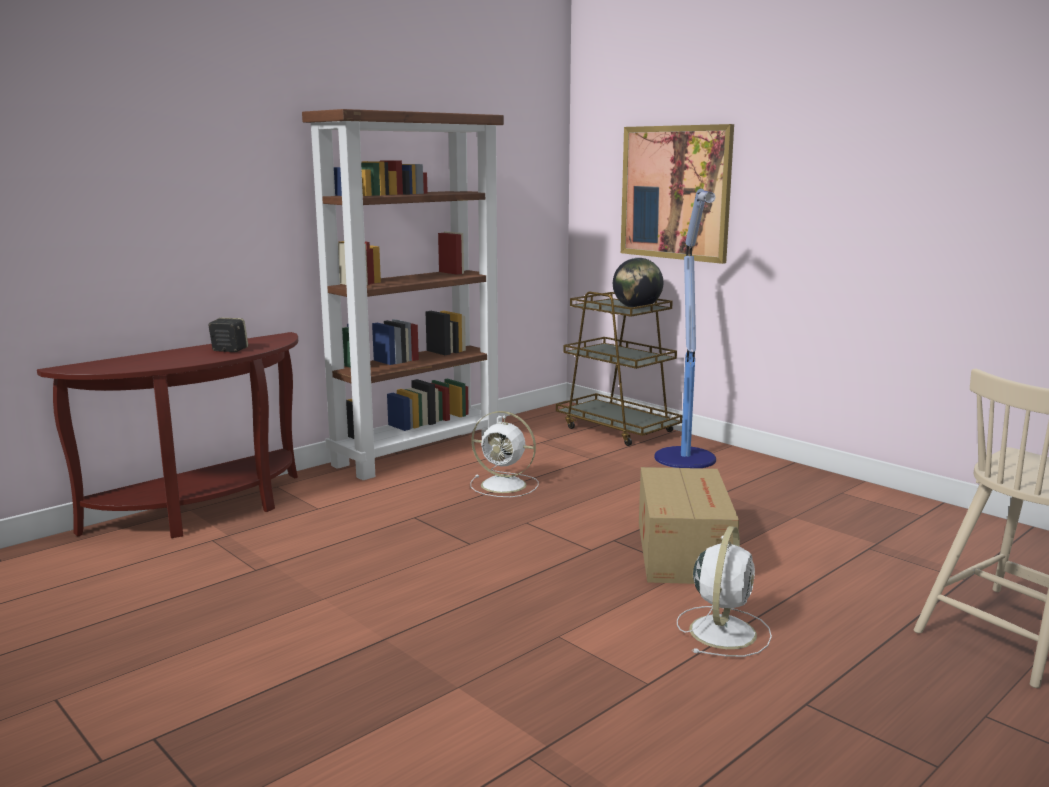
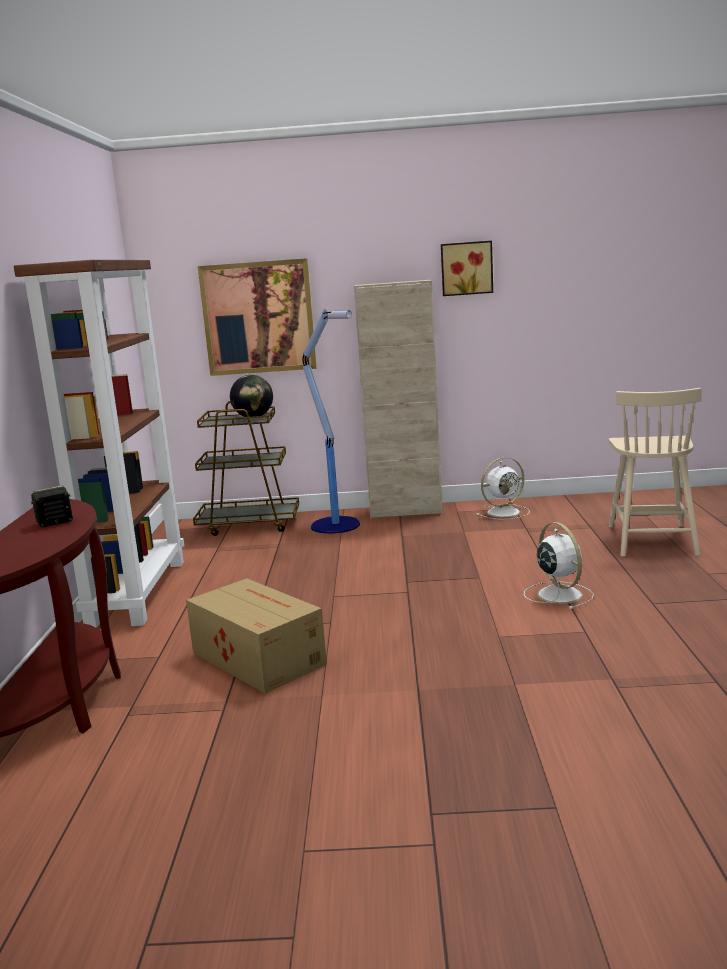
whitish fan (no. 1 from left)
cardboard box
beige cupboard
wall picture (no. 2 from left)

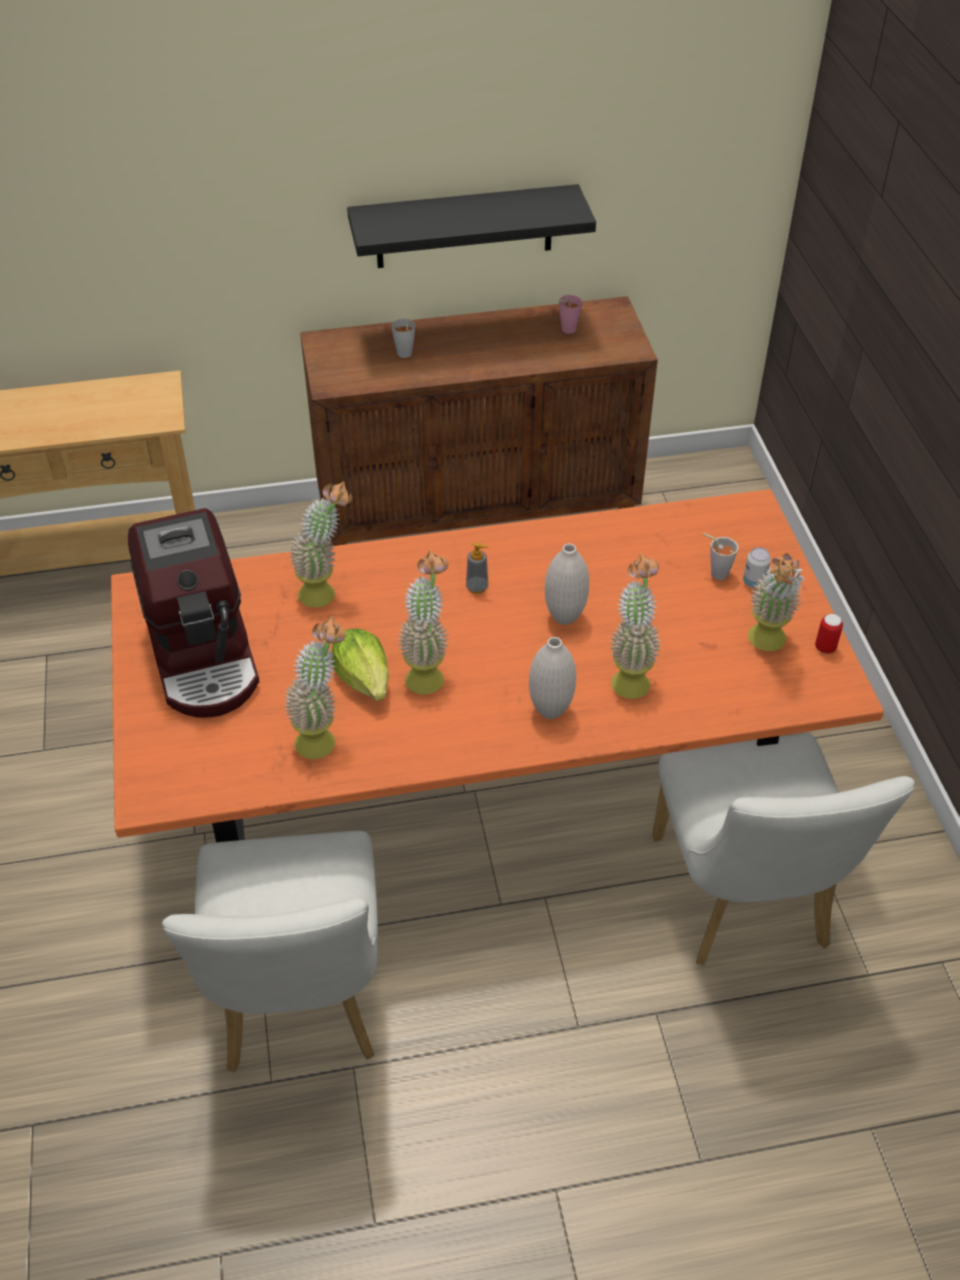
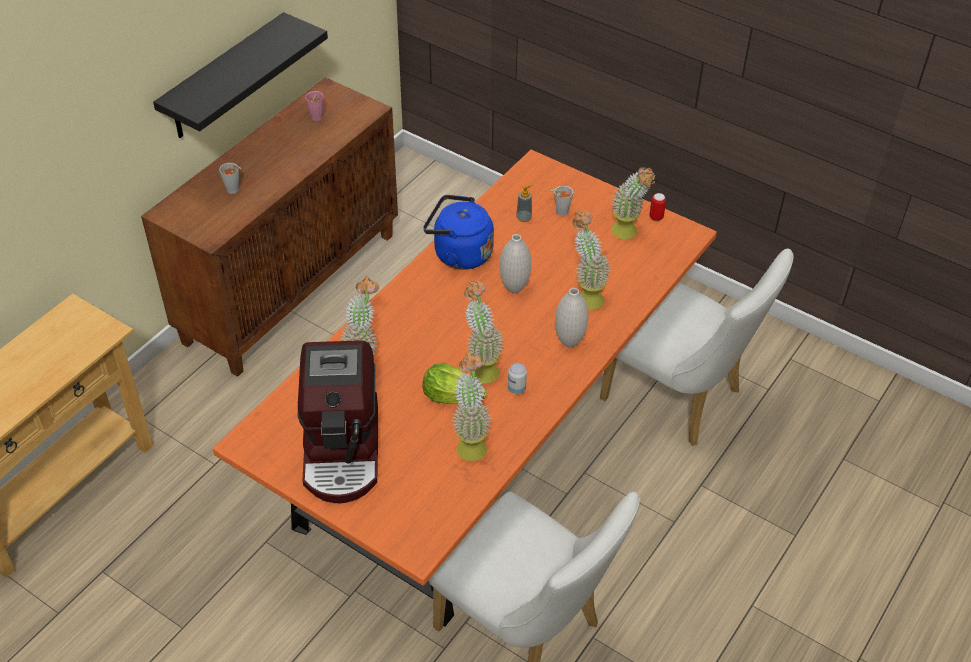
coffee brewer
soap dispenser
metal can (no. 1 from left)
blue-coloured kettle

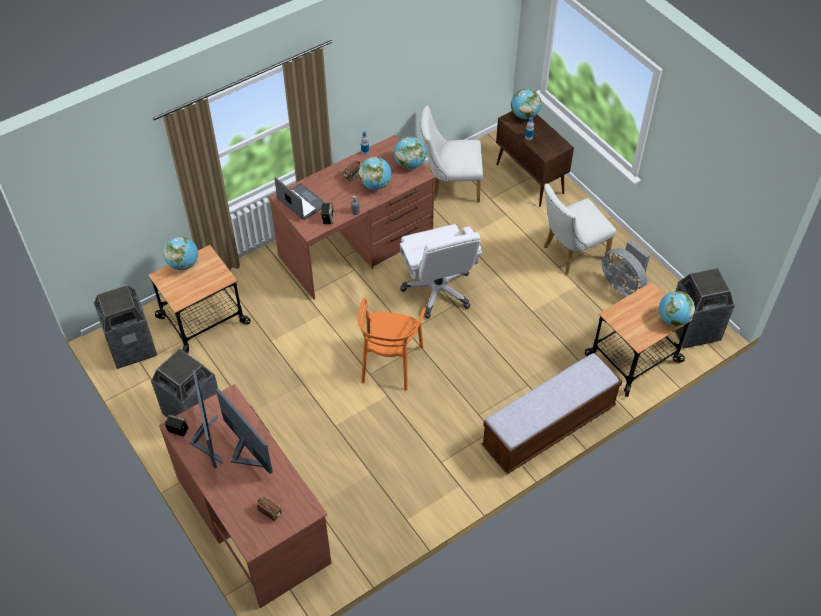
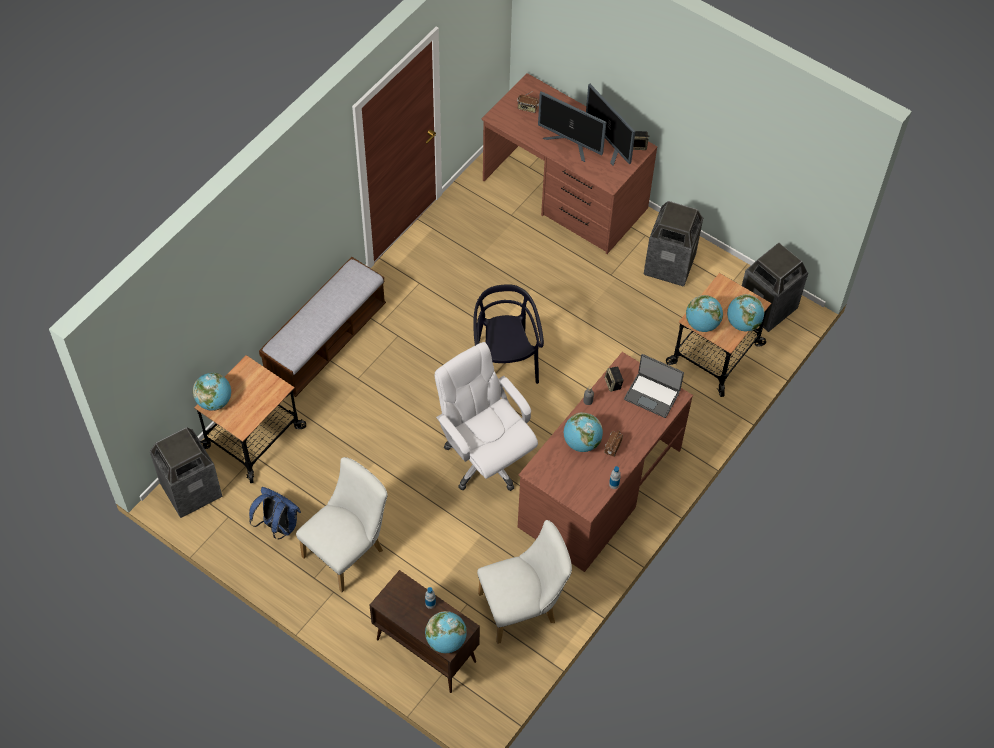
black-coloured upright chair
world globe (no. 4 from left)
blue-coloured knapsack

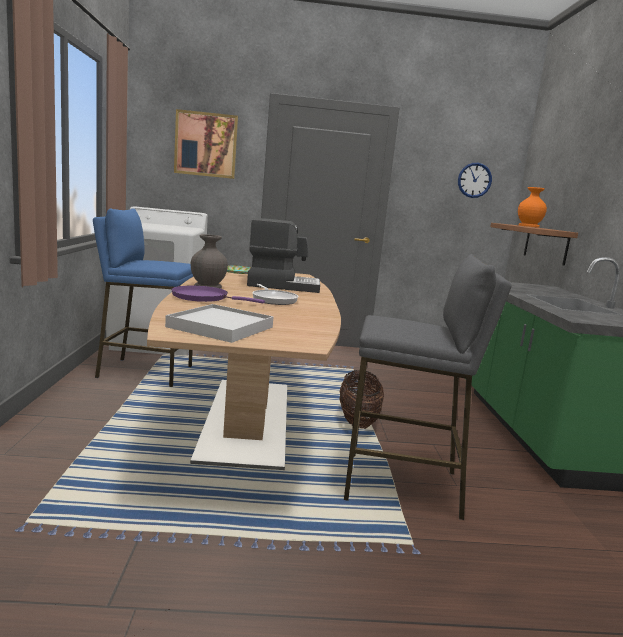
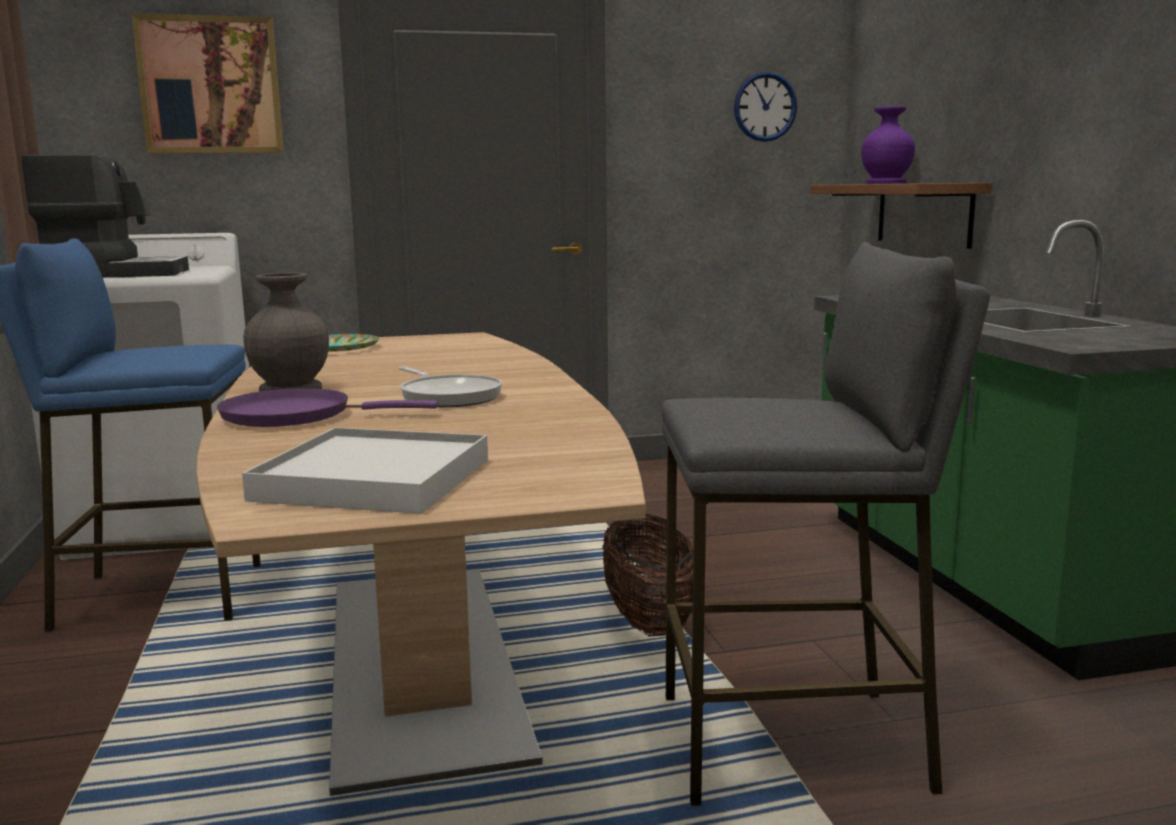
coffee brewer
purple decorative vase

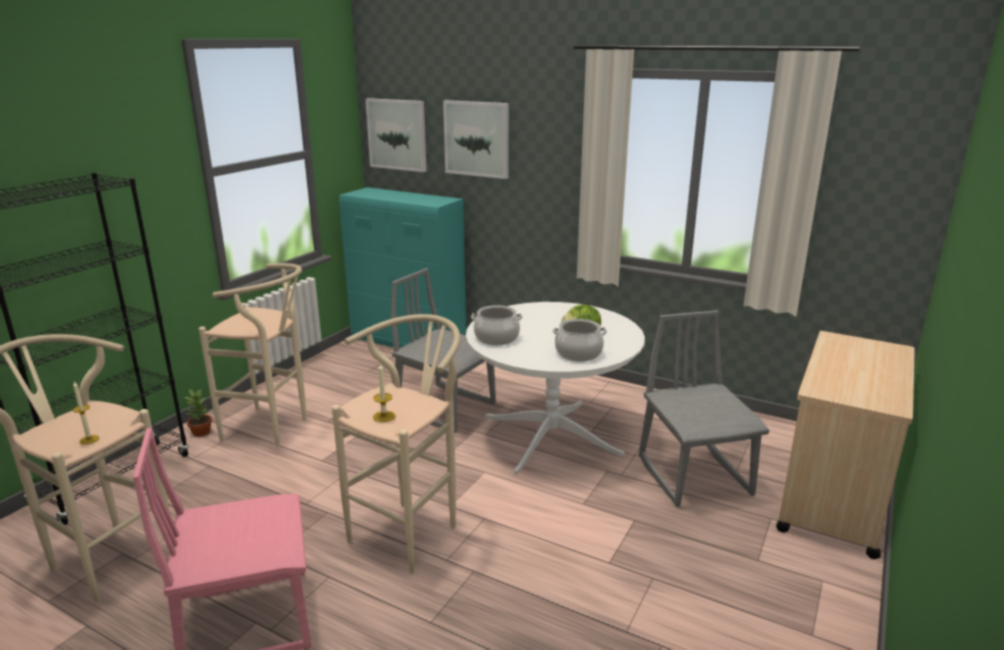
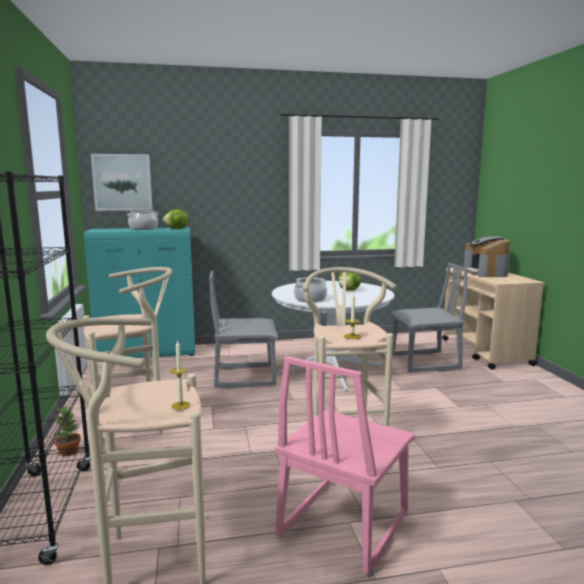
wall picture (no. 2 from left in the first image)
saucepot (no. 1 from left)
grey upright chair (no. 2 from left)
lettuce head (no. 1 from left)
coffee brewer

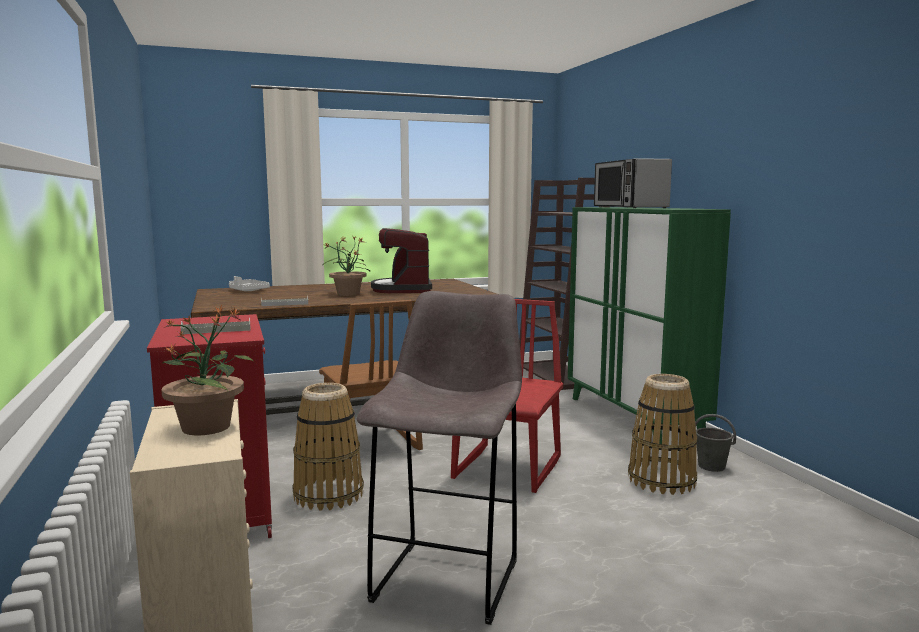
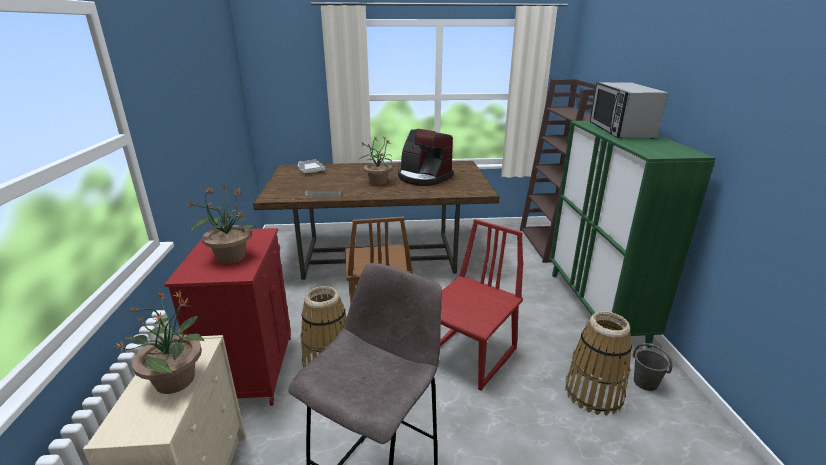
plant in a pot (no. 2 from left)
coffee brewer

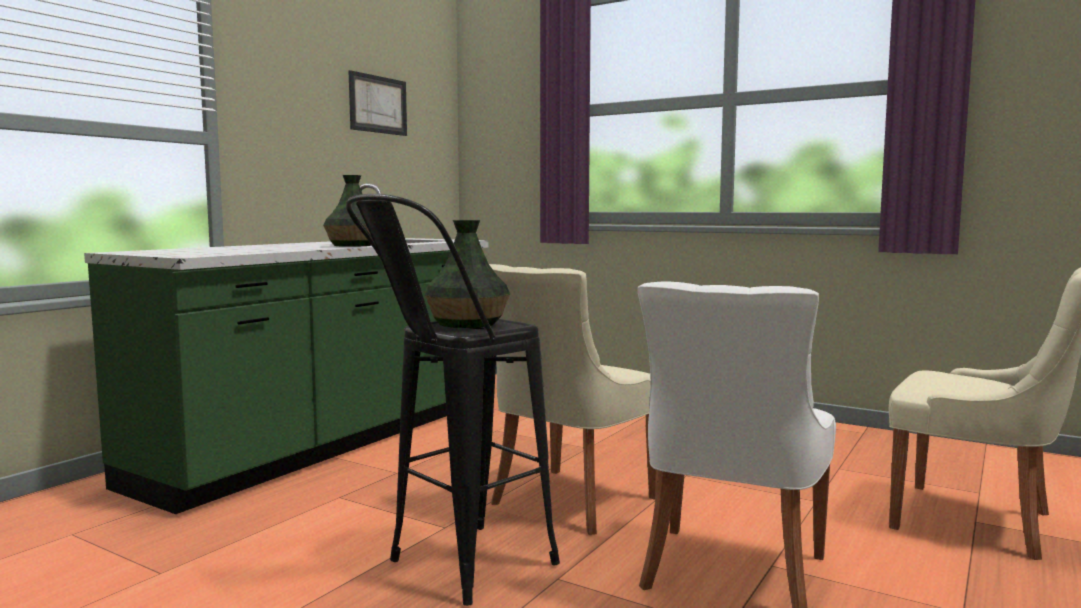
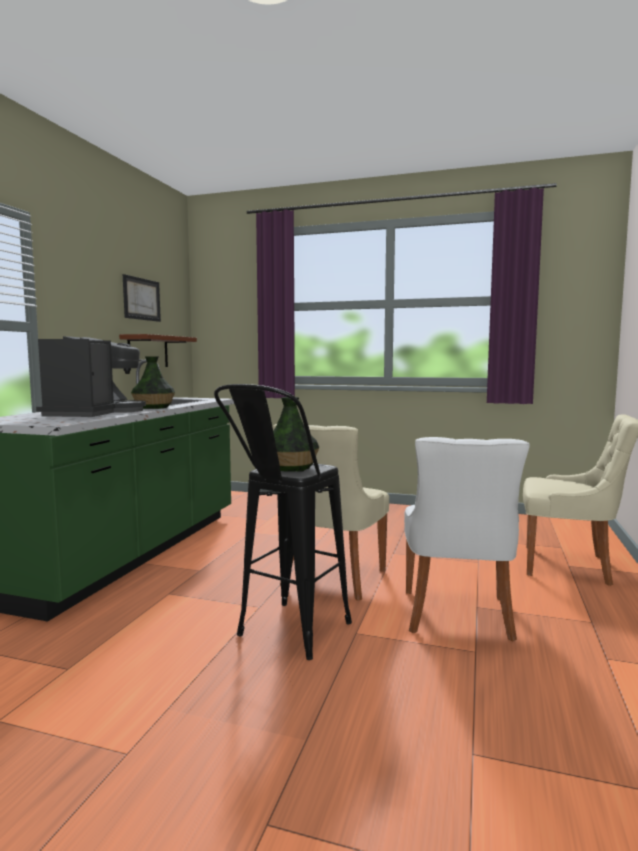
coffee brewer
brown bracket shelf

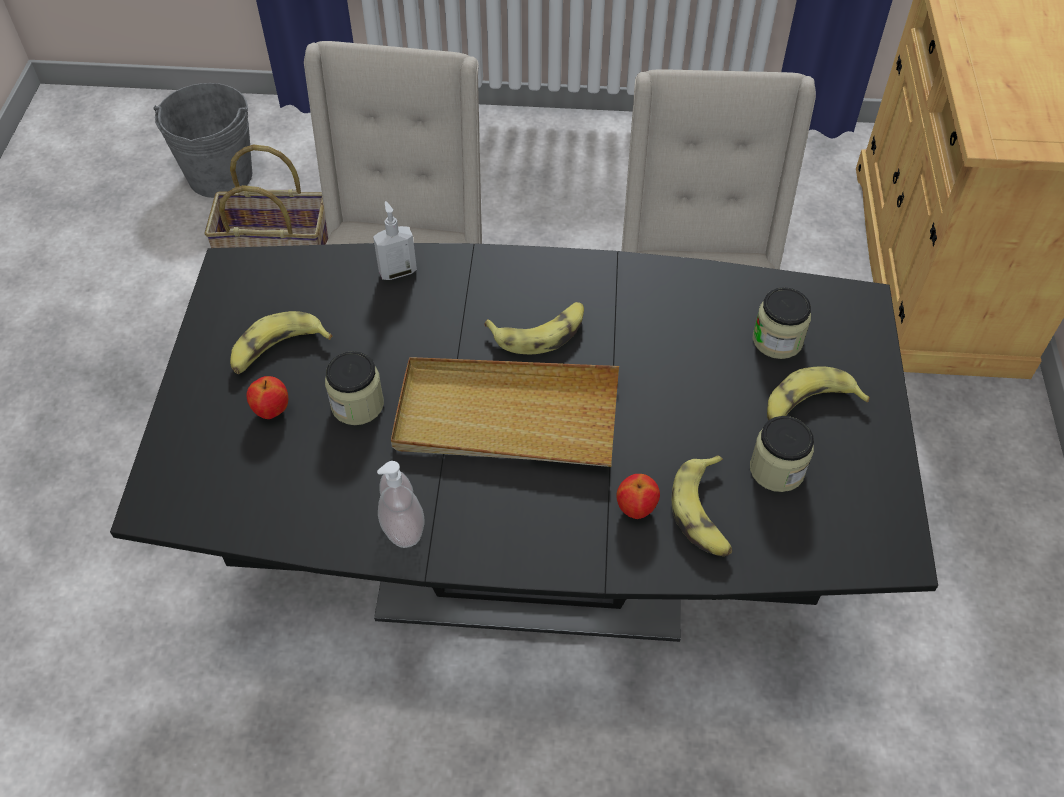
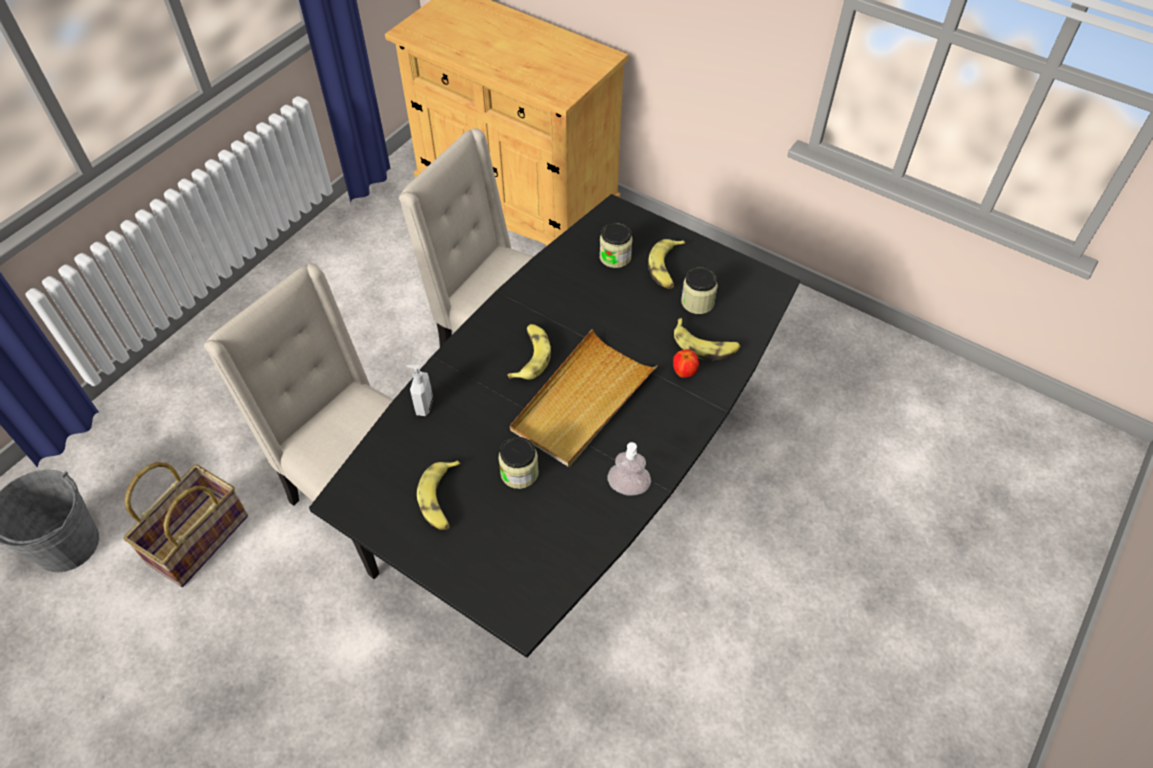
apple fruit (no. 1 from left in the first image)

